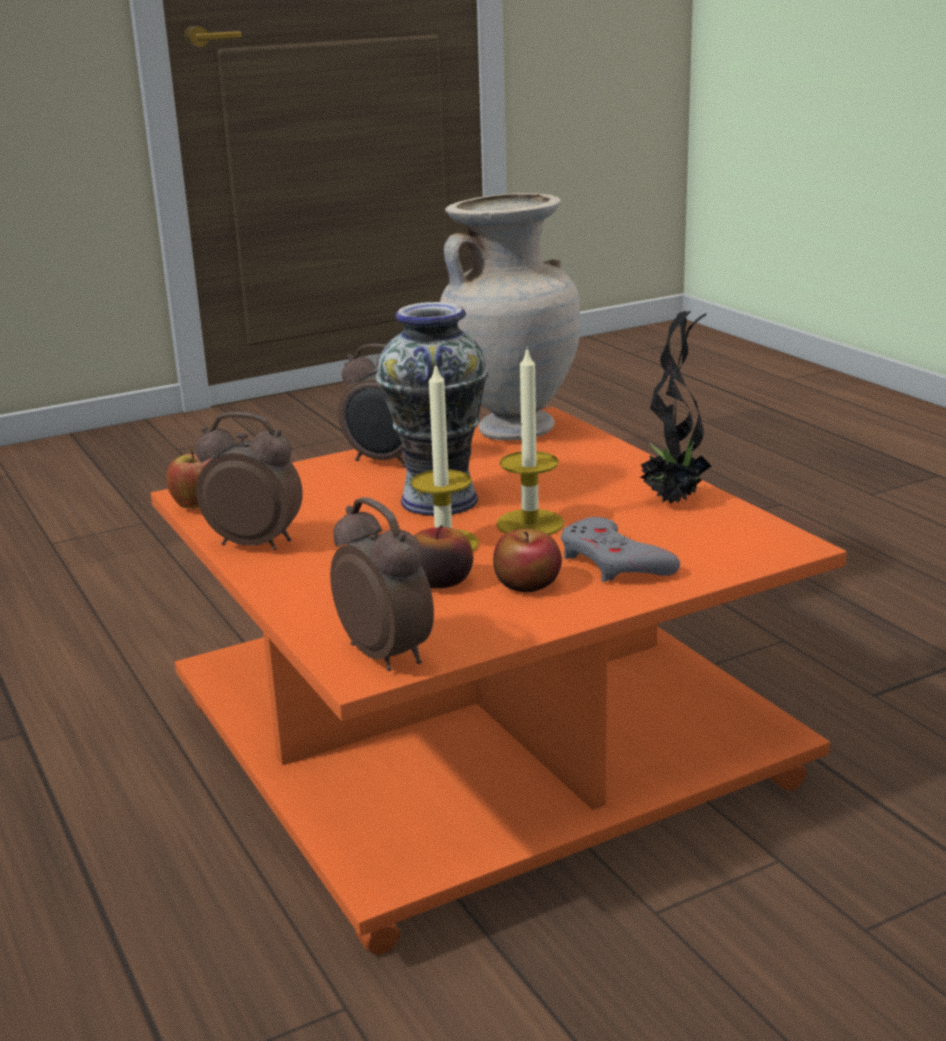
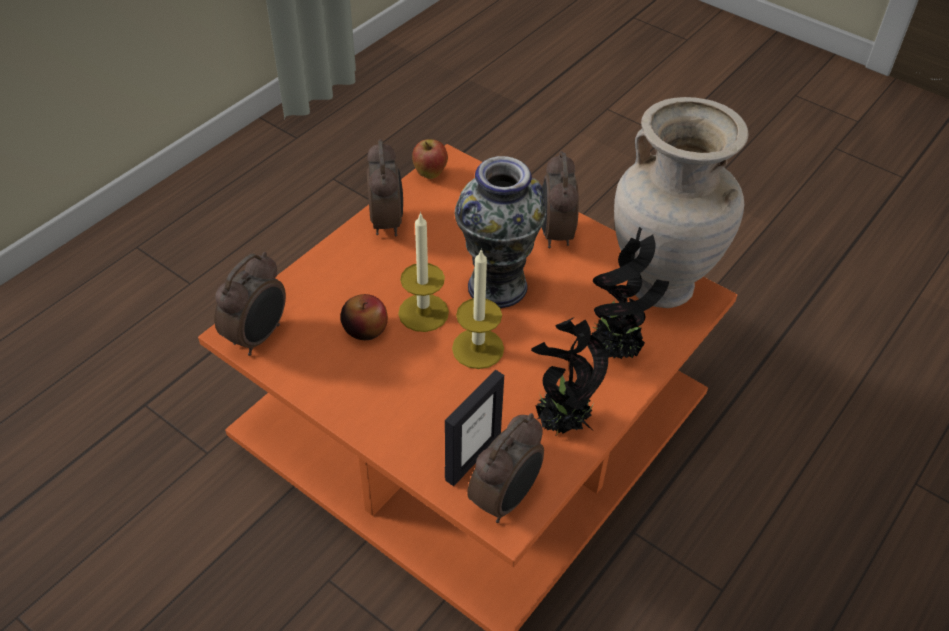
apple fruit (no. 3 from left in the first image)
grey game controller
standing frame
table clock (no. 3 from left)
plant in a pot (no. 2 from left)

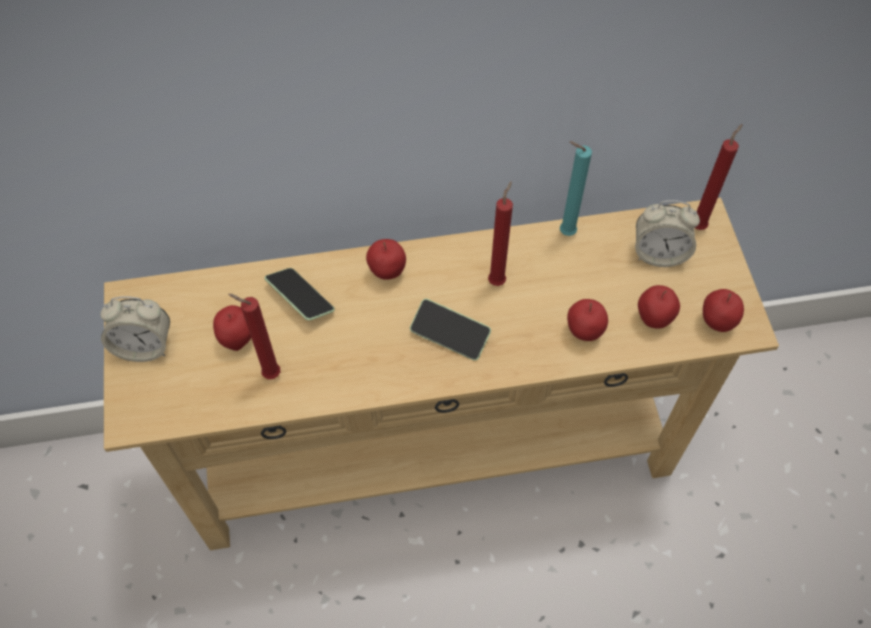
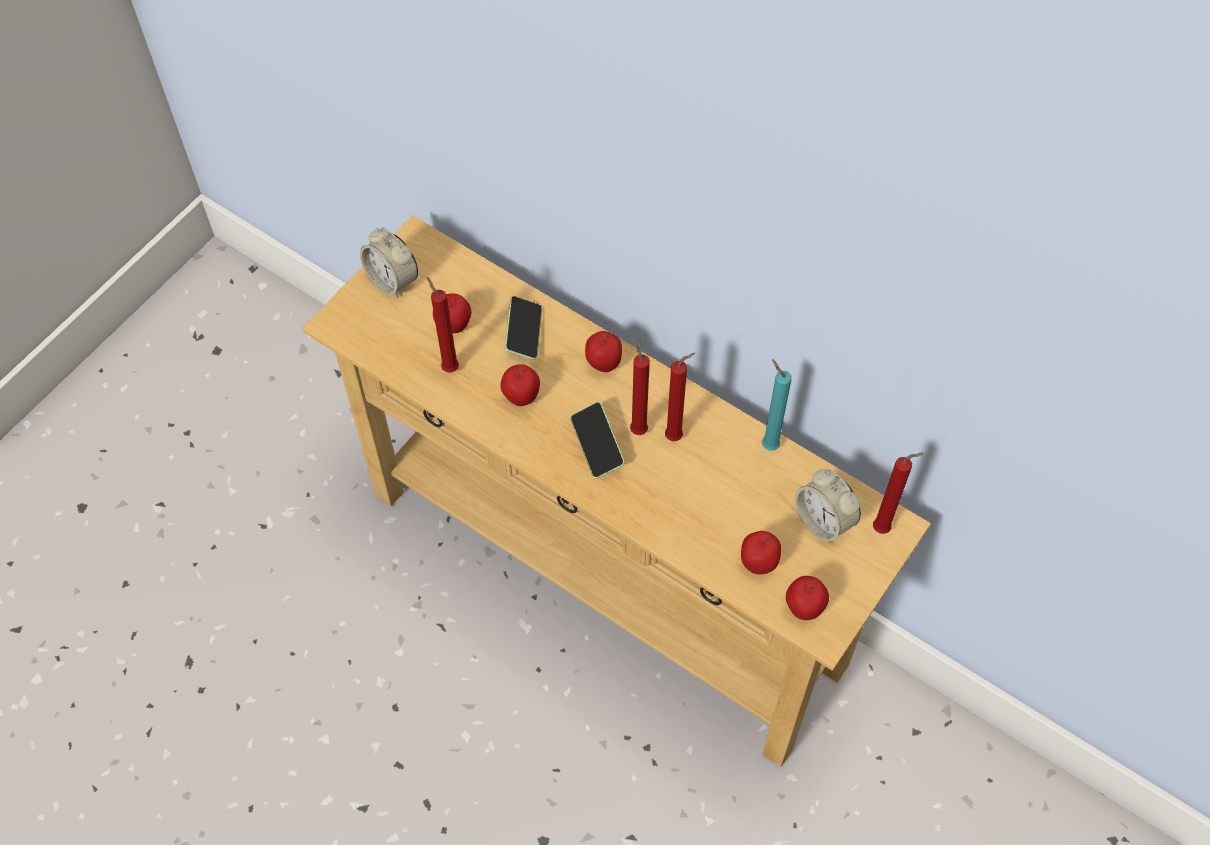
apple fruit (no. 2 from left)
red-coloured wax candle (no. 2 from left)

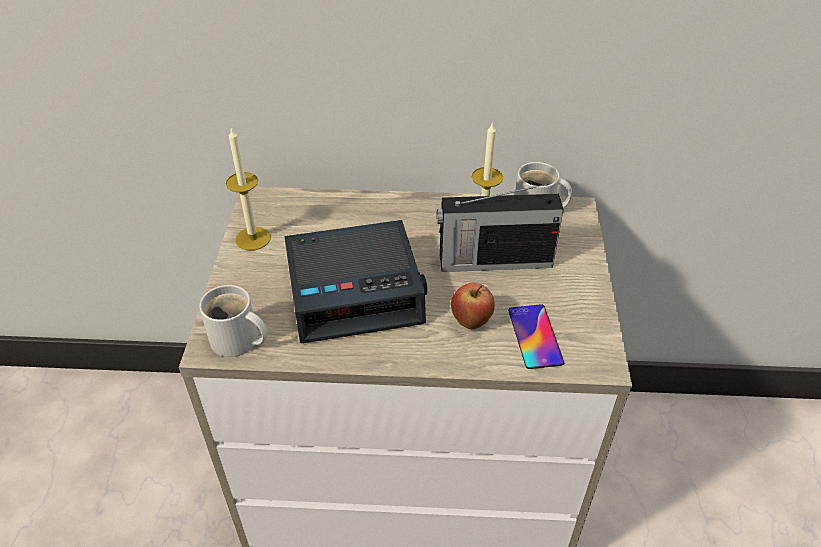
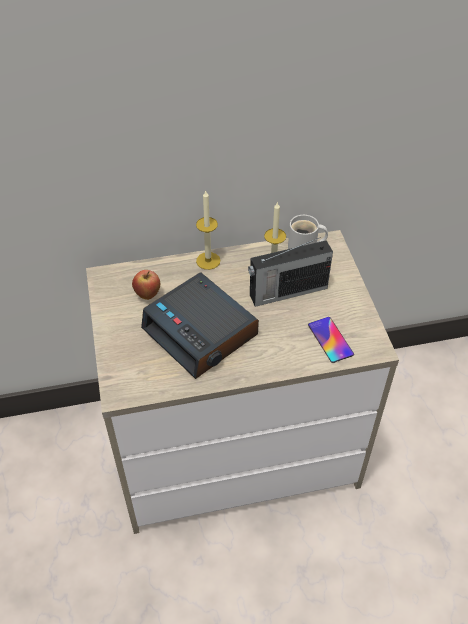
whitish tea mug (no. 1 from left in the first image)
wax candle (no. 1 from left)
table clock
apple fruit

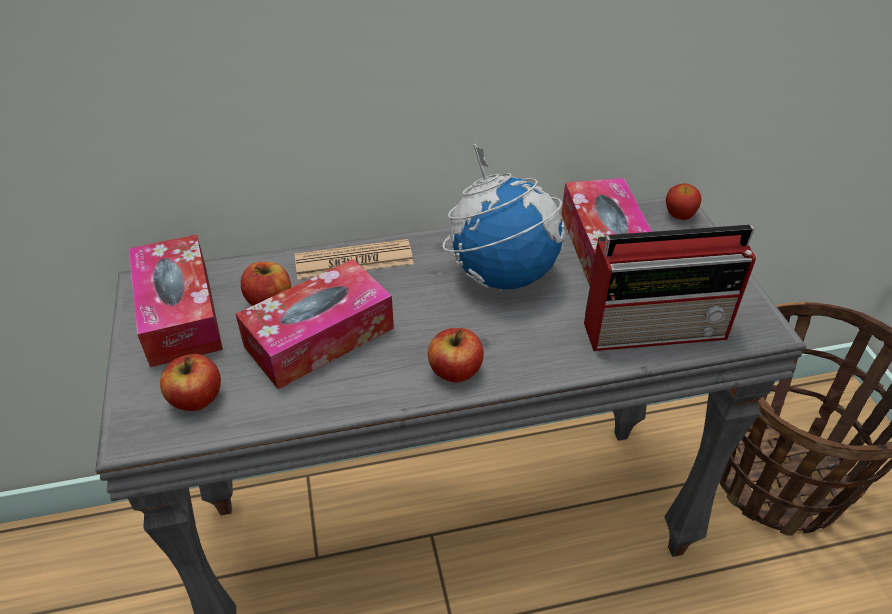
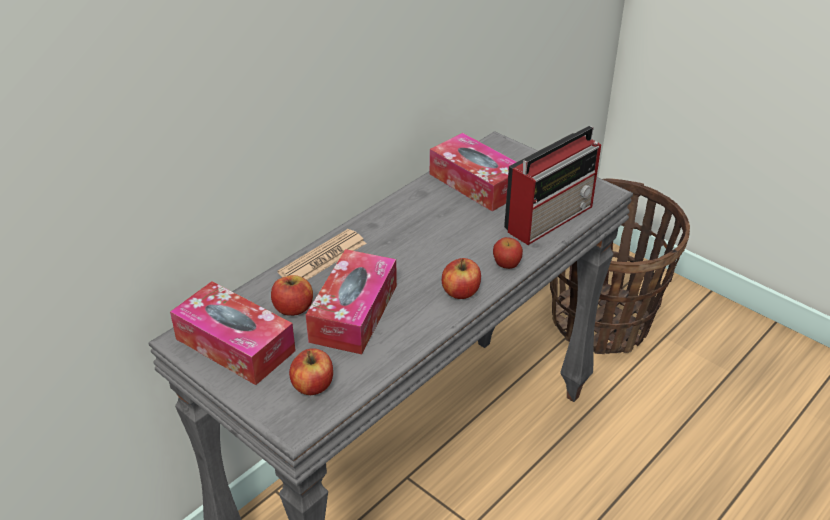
world globe
apple fruit (no. 4 from left)

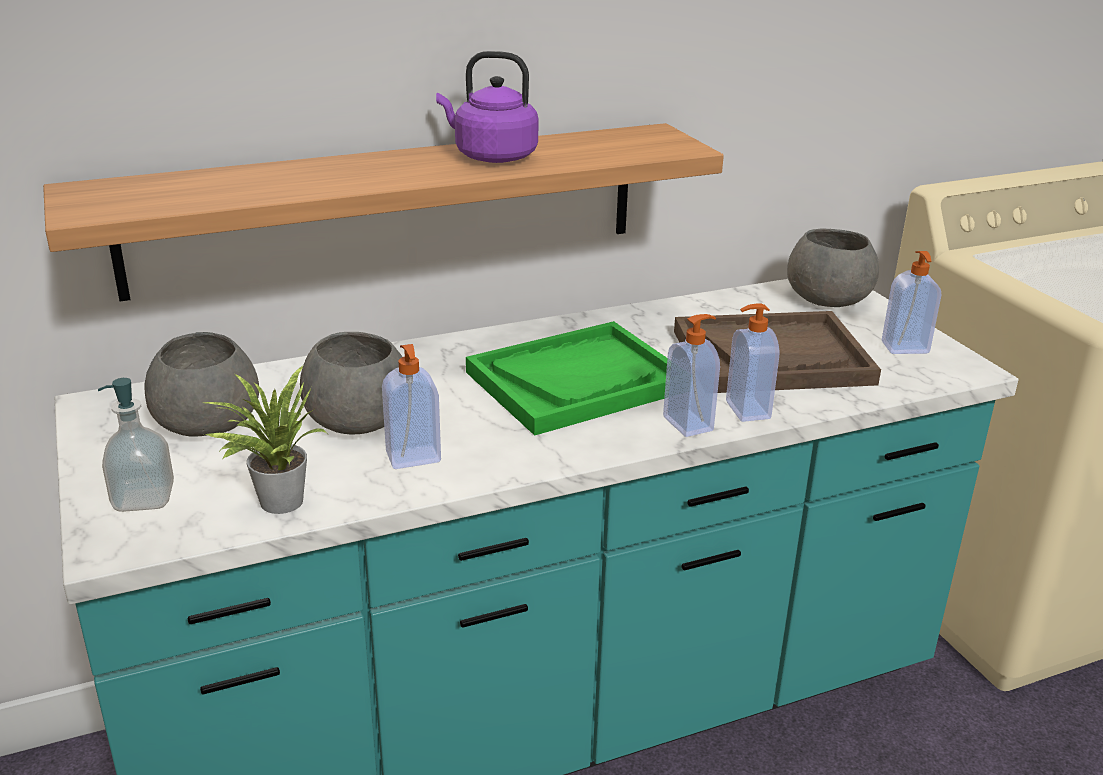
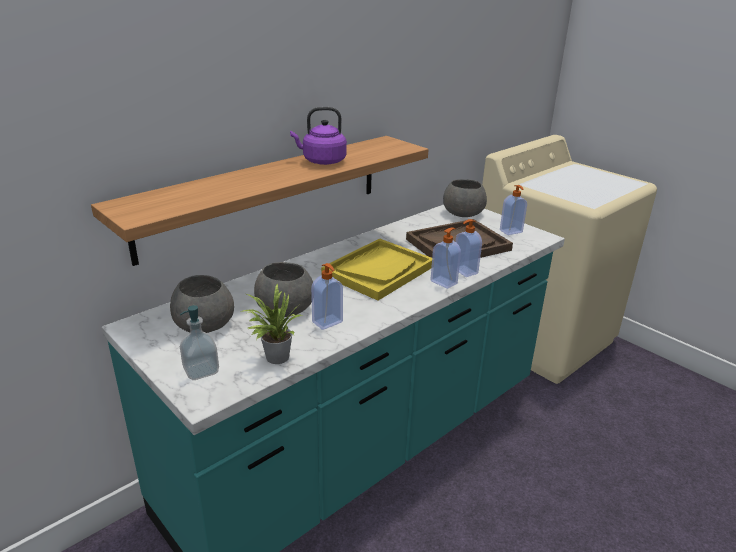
yellow carrying tray

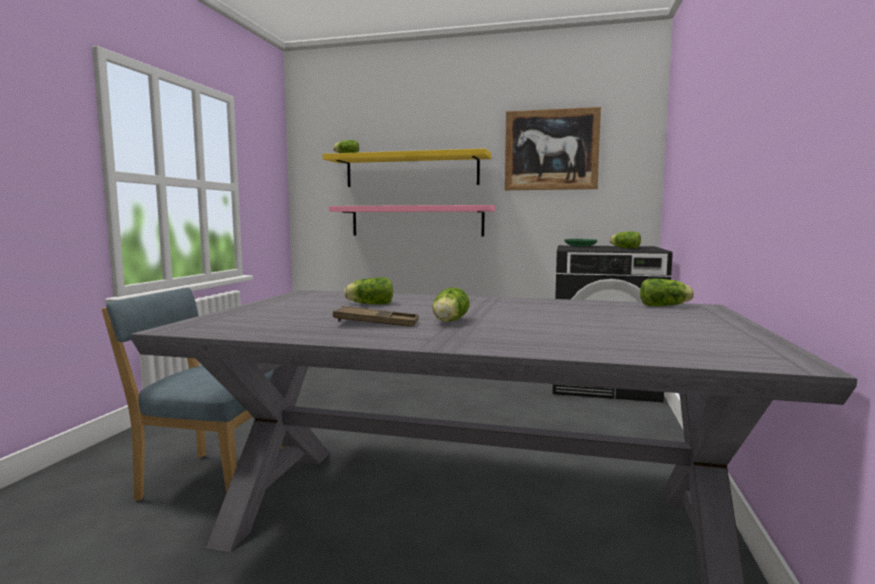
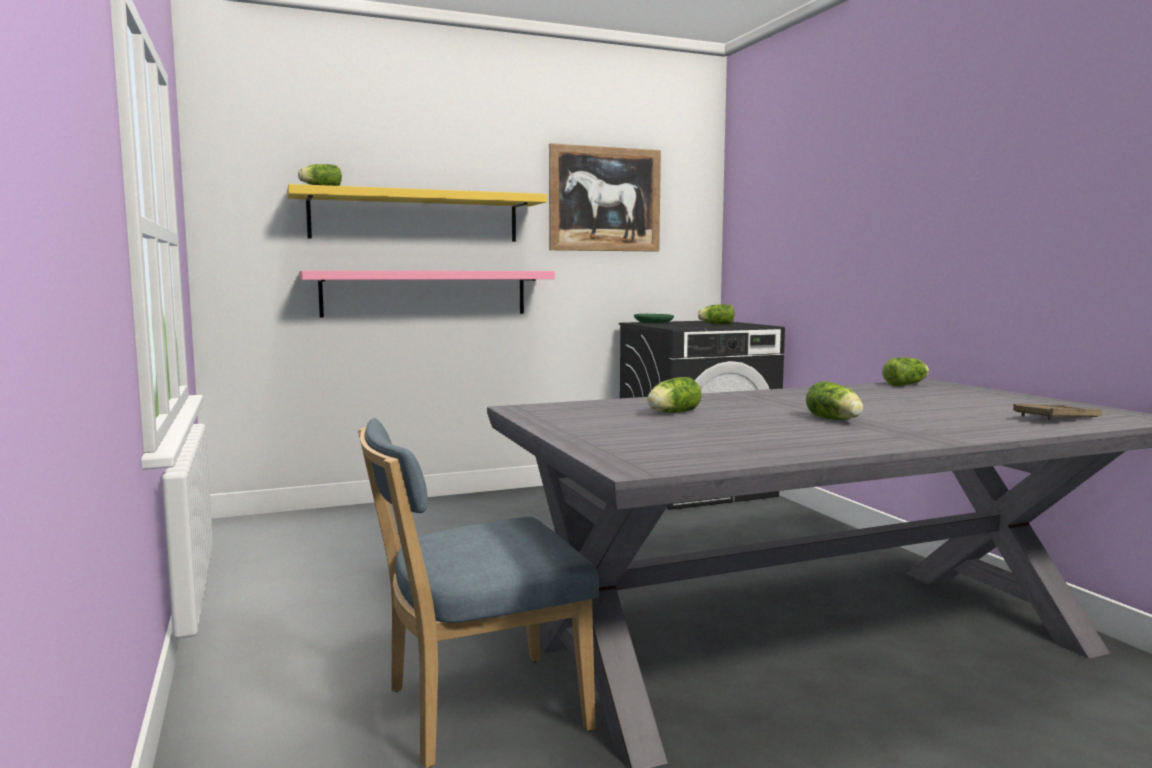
brown carrying tray

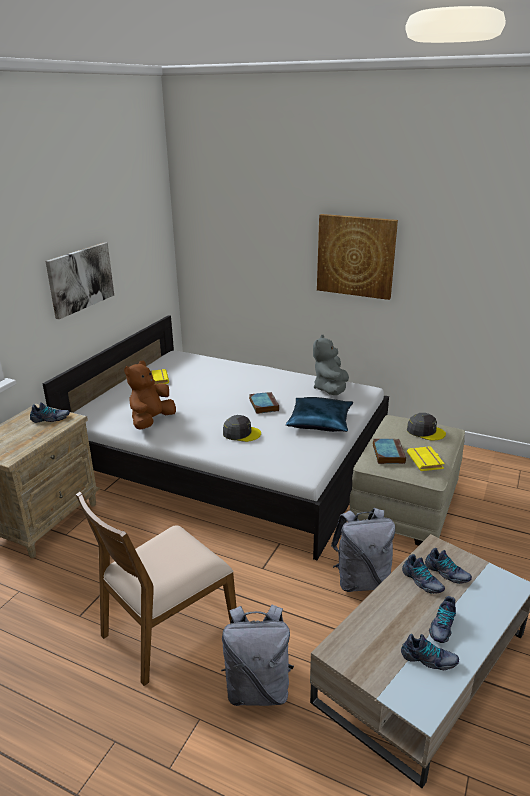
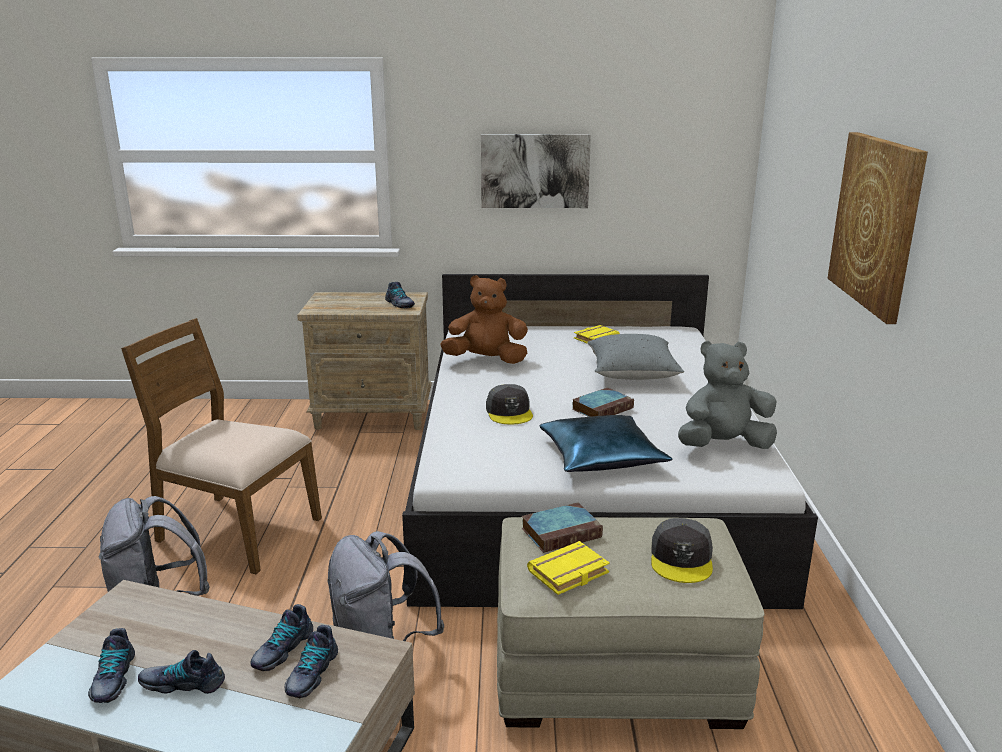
grey cushion

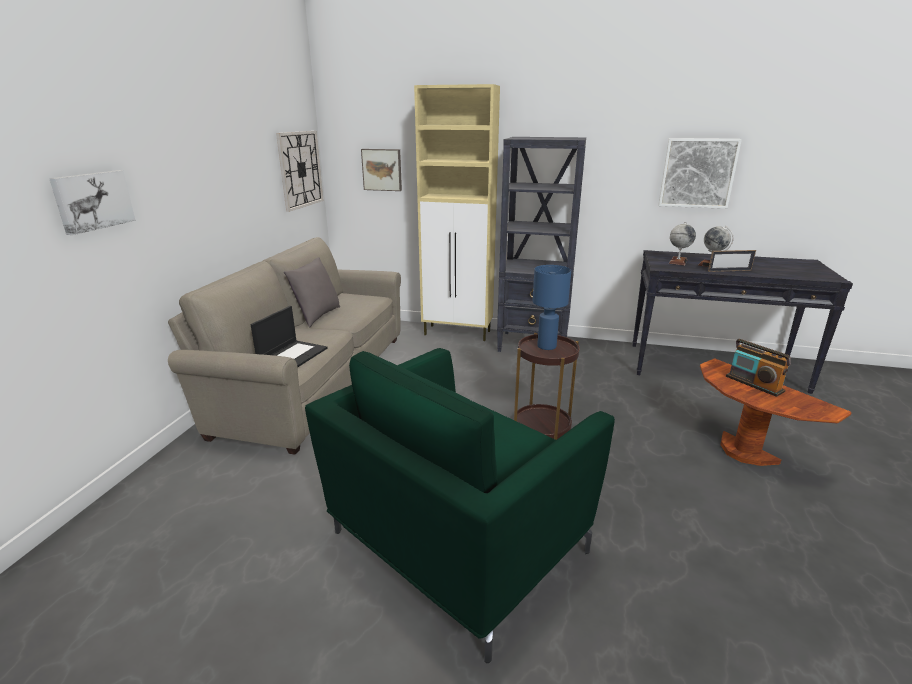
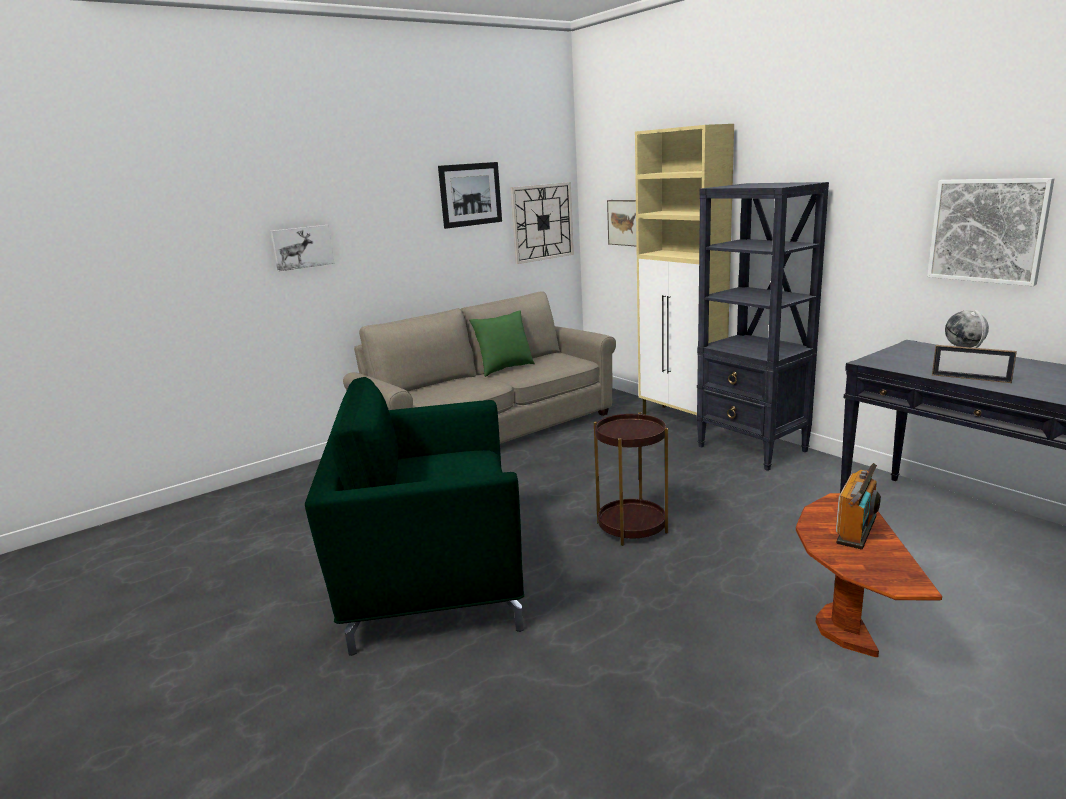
notebook computer
greenish cushion
blue-coloured lamp for a table
world globe (no. 1 from left in the first image)
radio set
wall picture (no. 2 from left)

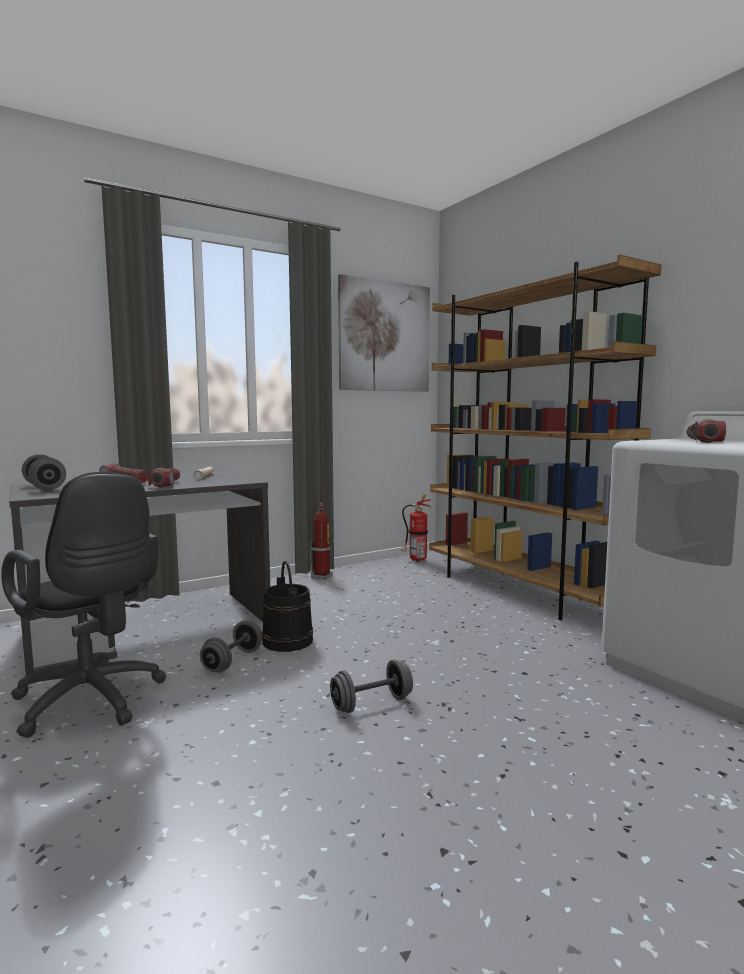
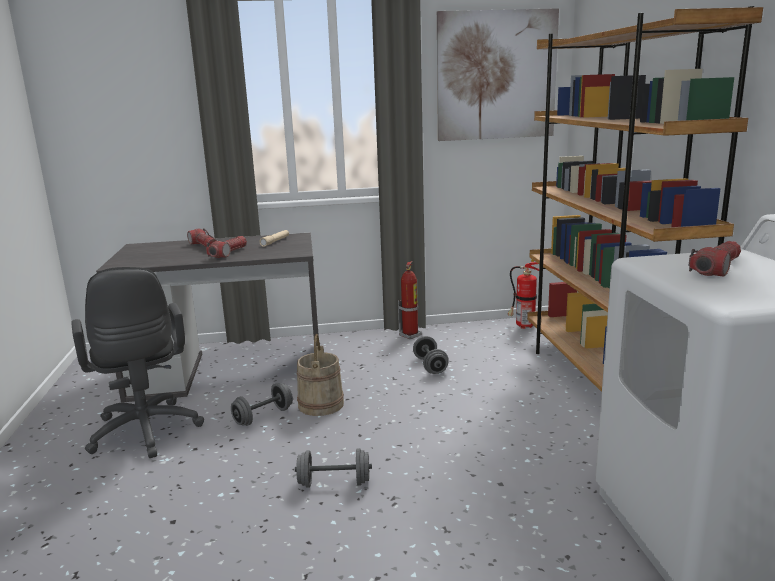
grey hand weight (no. 3 from left)
beige water bucket

